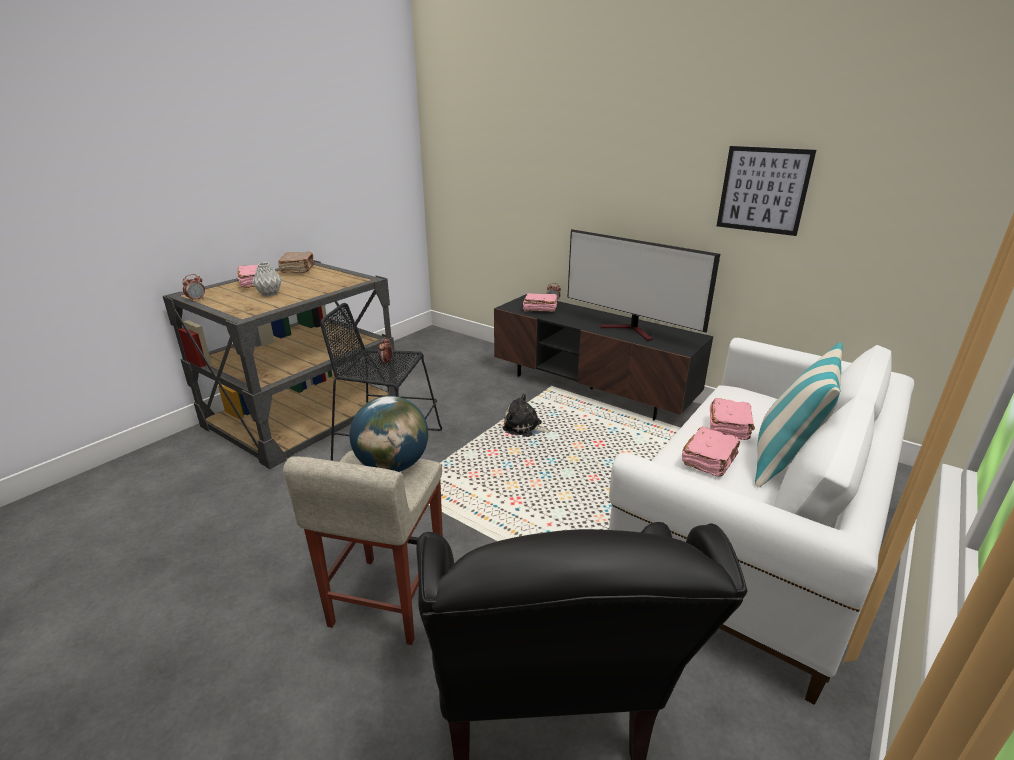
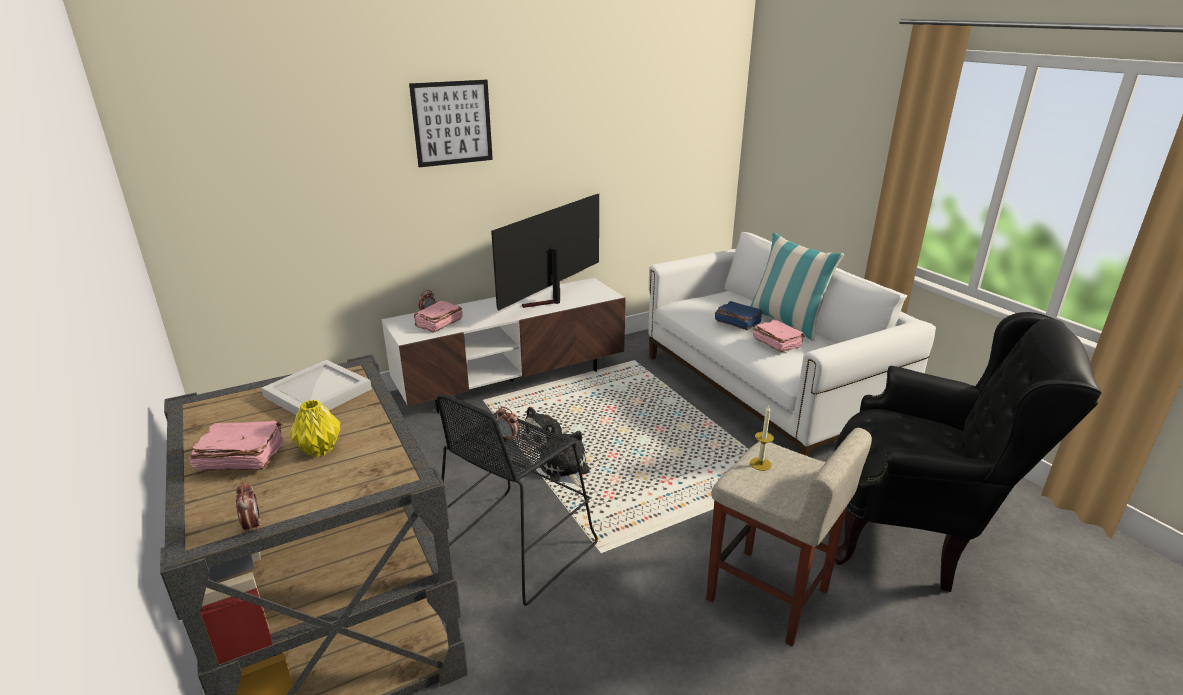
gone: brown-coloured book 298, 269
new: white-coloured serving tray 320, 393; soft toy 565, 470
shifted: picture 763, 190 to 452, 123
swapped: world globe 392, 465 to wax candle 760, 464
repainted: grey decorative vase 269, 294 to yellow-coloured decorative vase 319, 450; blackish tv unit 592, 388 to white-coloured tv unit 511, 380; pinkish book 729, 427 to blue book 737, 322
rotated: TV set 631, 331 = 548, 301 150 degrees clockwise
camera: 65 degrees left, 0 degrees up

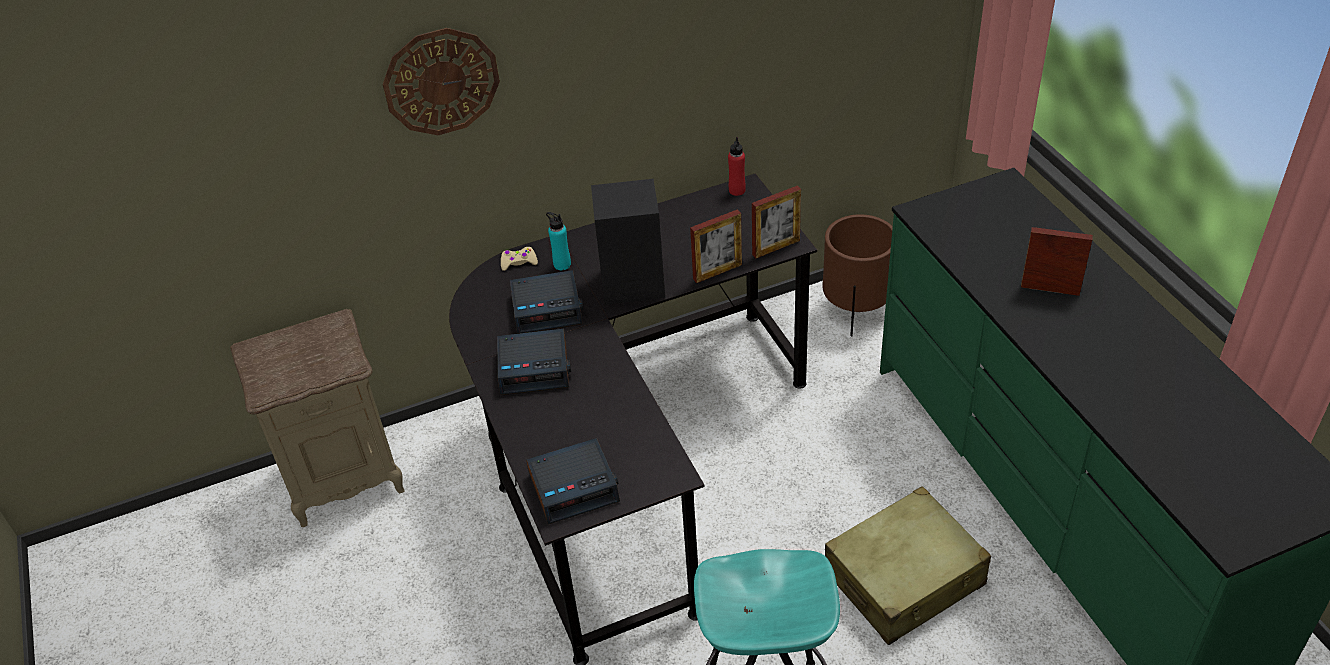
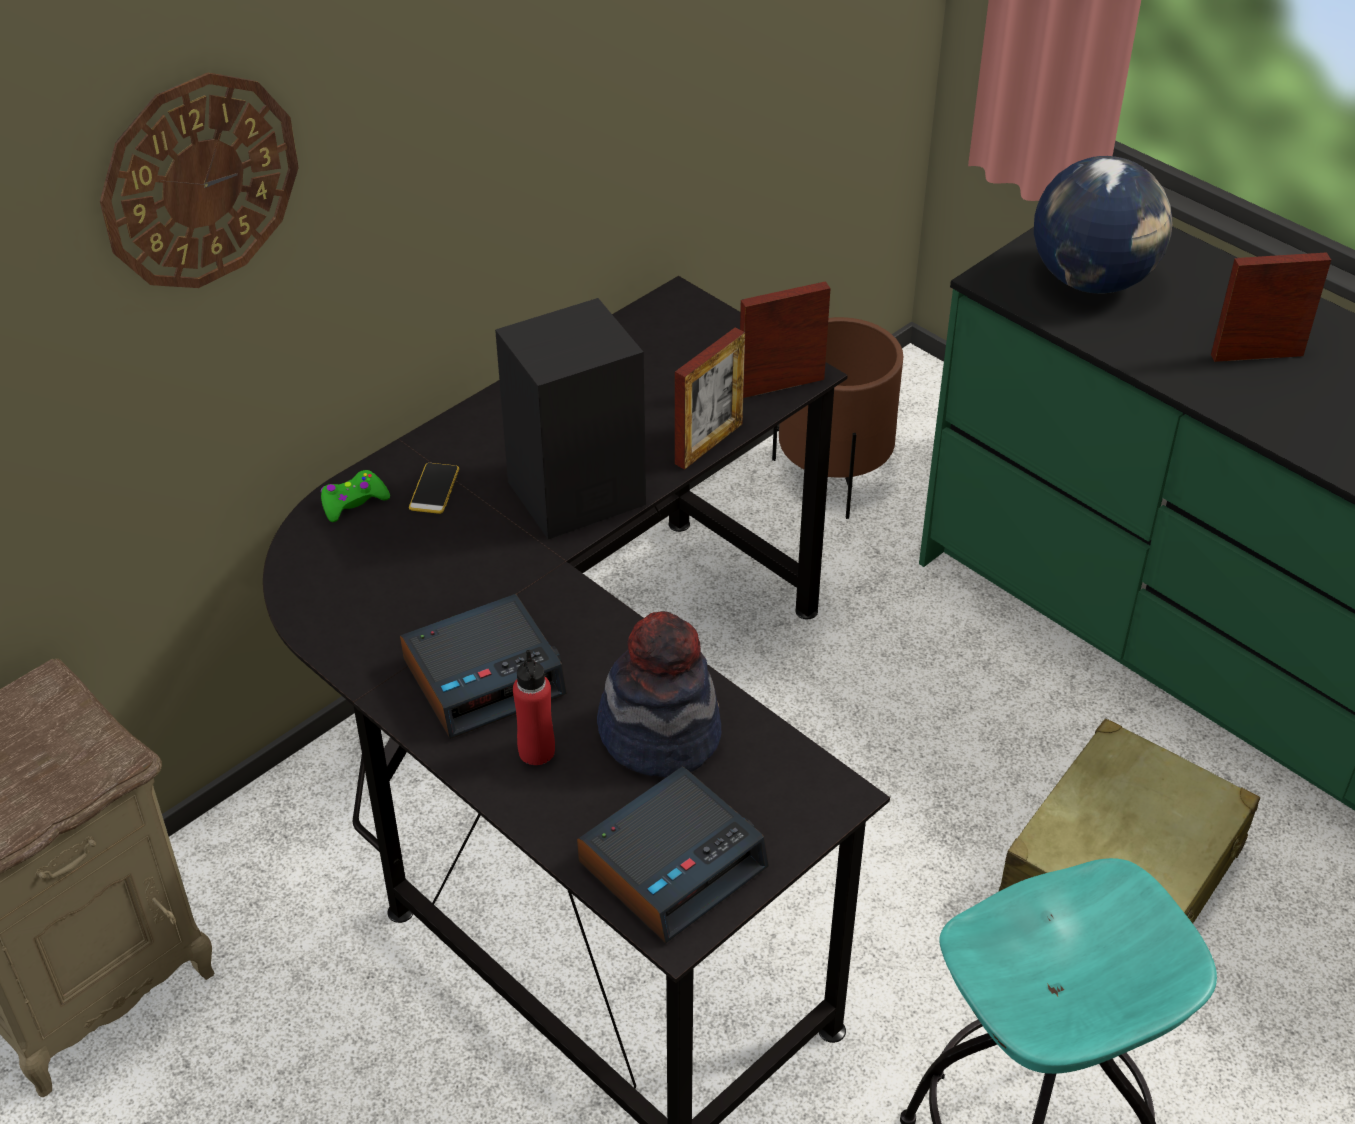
gone: table clock 547, 308
new: wearable hat 659, 733; world globe 1092, 280
shifted: red-coloured beverage bottle 737, 190 to 536, 751
swapped: turquoise beverage bottle 562, 264 to telephone 434, 489
repainted: beige-coloured joypad 518, 262 to greenish joypad 353, 502
rotated: picture frame 776, 247 = 781, 385 150 degrees counterclockwise
camera: 25 degrees left, 0 degrees up

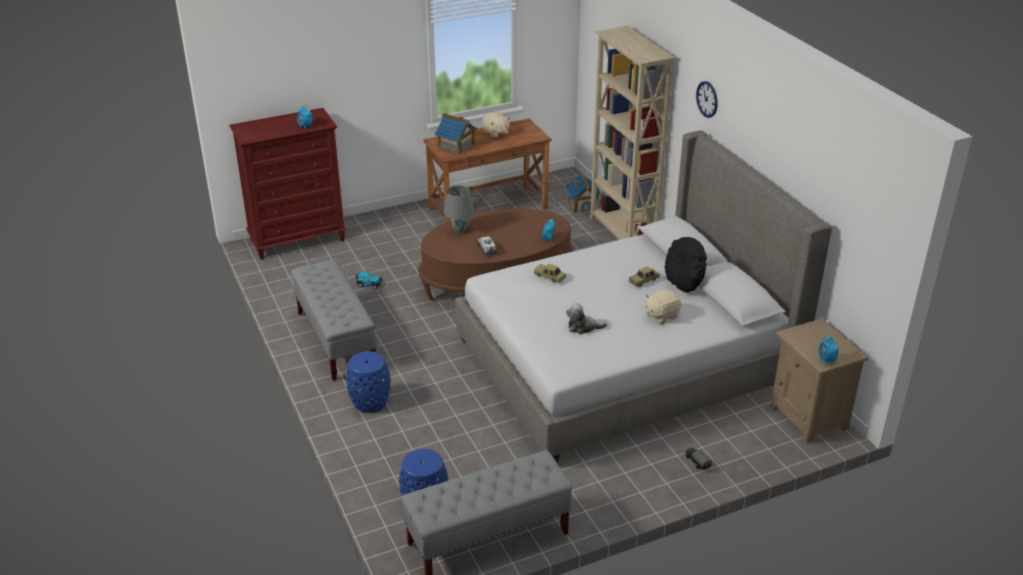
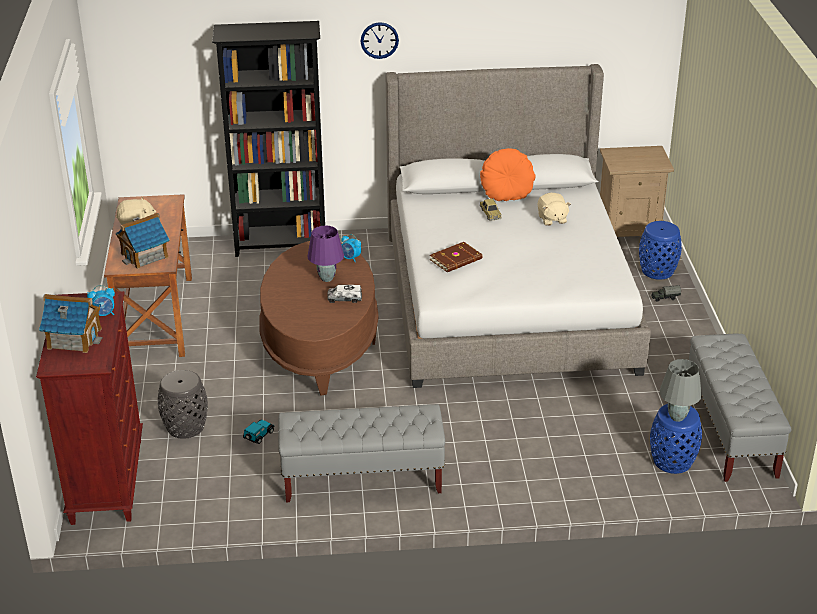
gone: soft toy 583, 327; table clock 826, 360
new: grey stool seat 185, 427; purple-coloured lamp for a table 326, 278
shifted: blue stool seat 370, 402 to 657, 271; grey lamp for a table 459, 231 to 676, 417; model house 583, 205 to 74, 338
swapped: model car 549, 277 to brown-coloured book 456, 259
repainted: beige-coloured bookcase 622, 233 to blackish bookcase 281, 245; blackish cushion 683, 284 to orange-coloured cushion 506, 196
camera: 70 degrees left, 0 degrees up

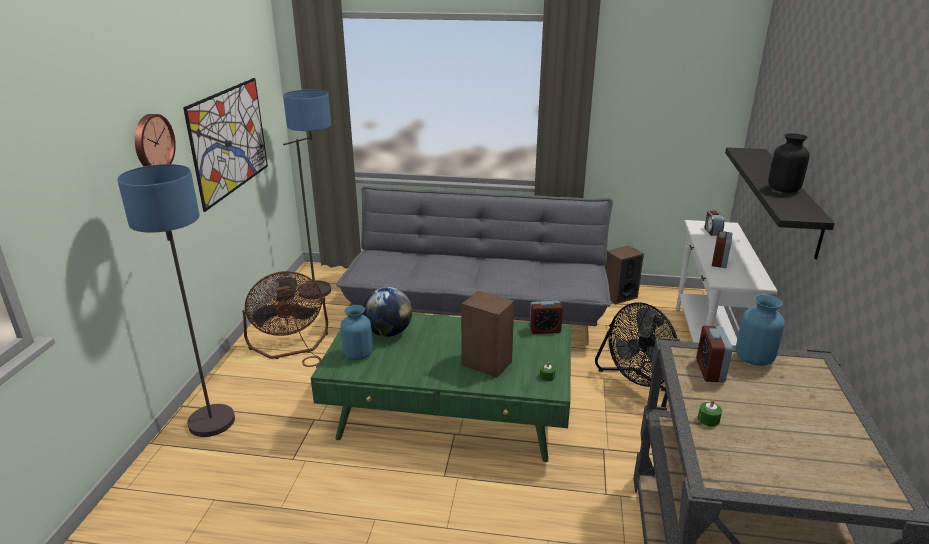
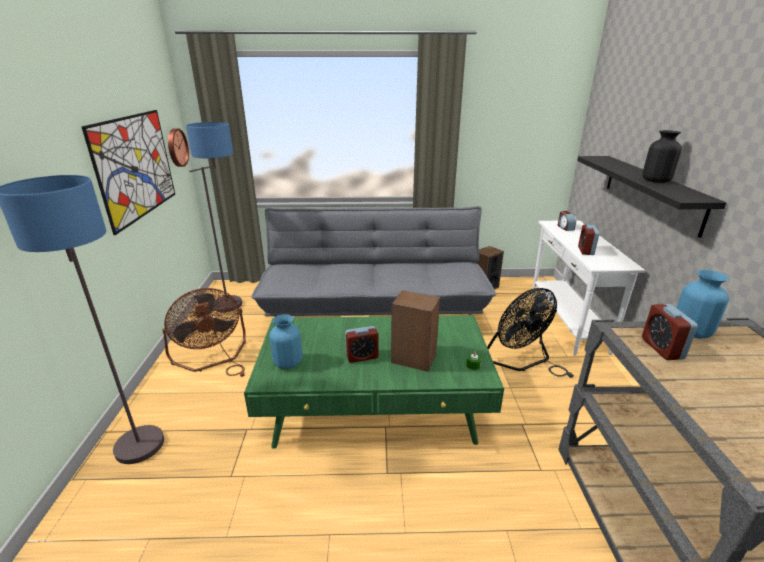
gone: world globe 388, 333; greenish wax candle 708, 419
shifted: hanging clock 152, 142 to 176, 147; table clock 545, 330 to 362, 356
rotated: blackish fan 639, 384 = 528, 359 105 degrees clockwise
camera: 10 degrees left, 0 degrees up

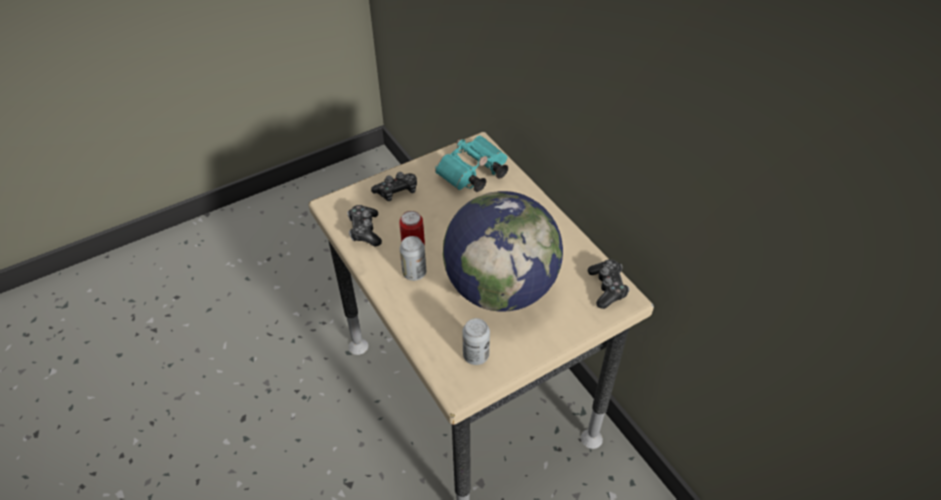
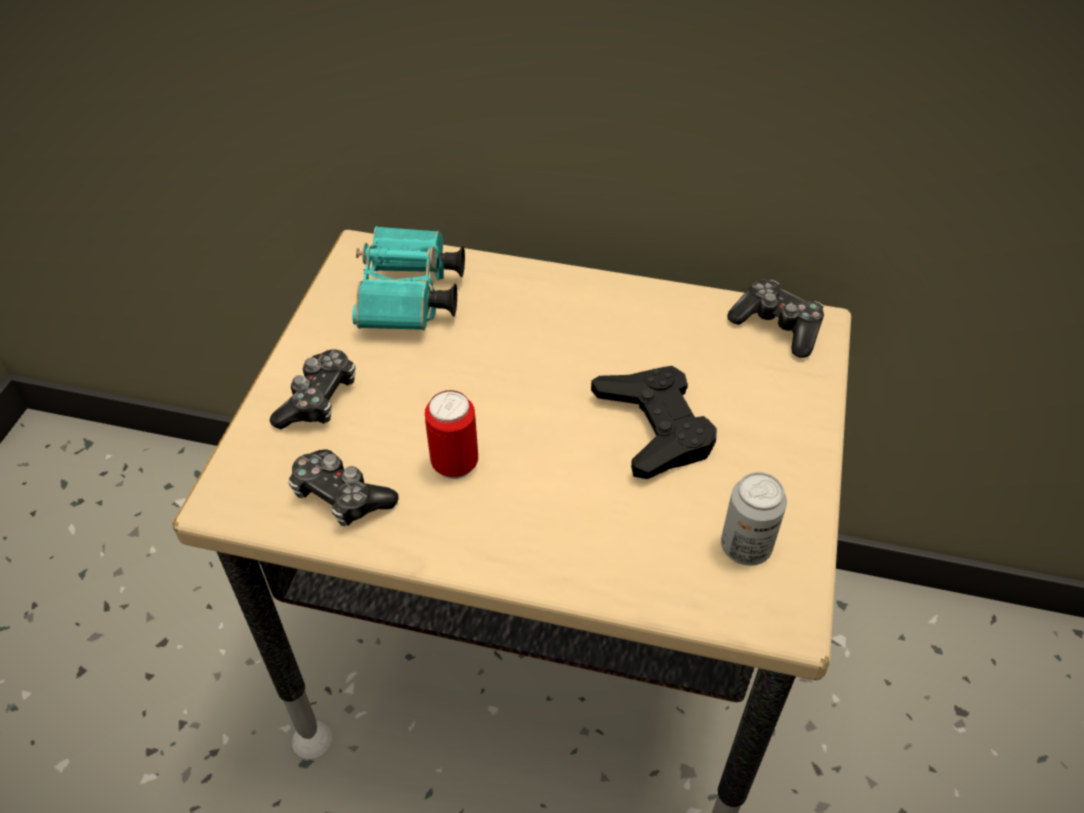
gone: metal can 414, 273
swapped: world globe 501, 288 to blackish joypad 654, 427
camera: 45 degrees left, 0 degrees up

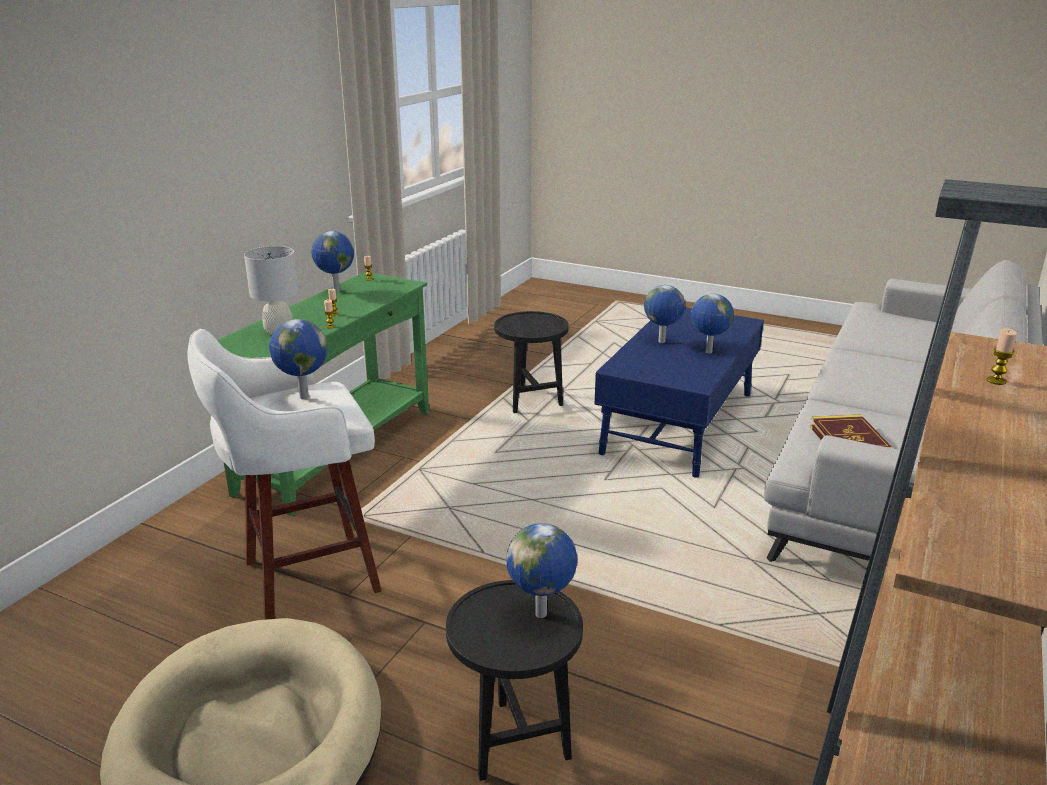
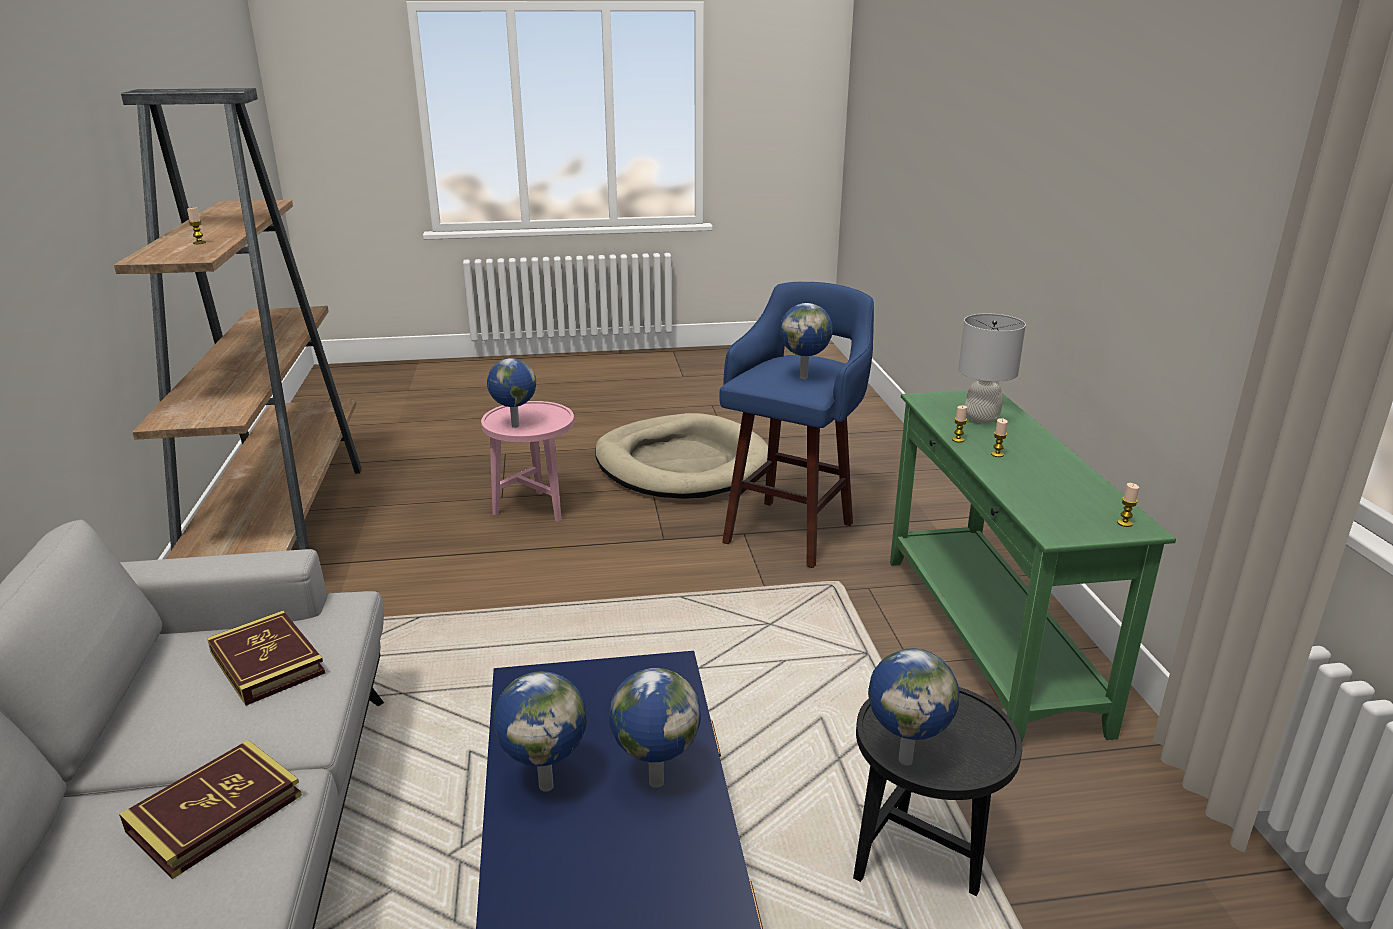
new: book 215, 813
shifted: world globe 335, 291 to 906, 759
repainted: white-coloured stool seat 304, 578 to blue stool seat 792, 530; blackish end table 515, 738 to pinkish end table 535, 510
camera: 145 degrees right, 0 degrees up

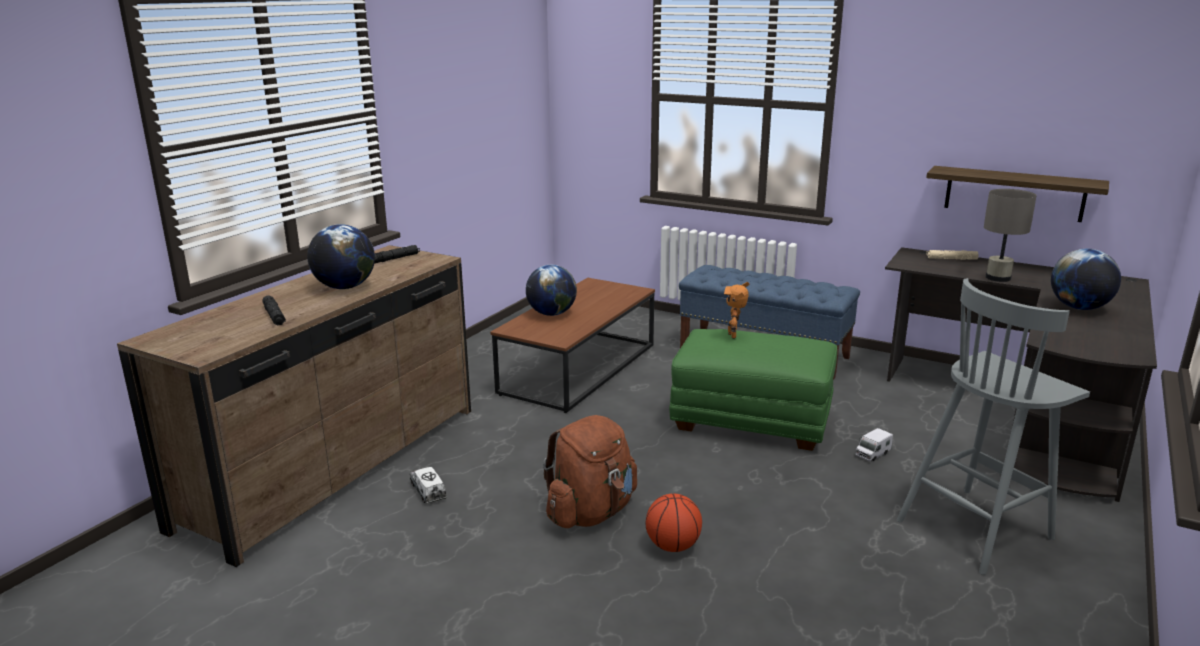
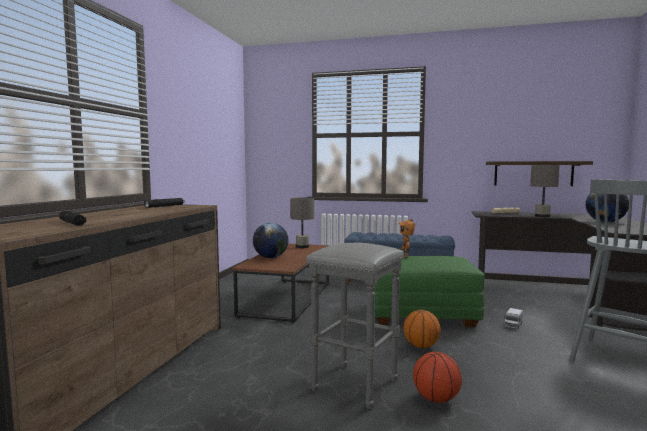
gone: world globe 344, 287; toy lorry 428, 491
new: grey lamp for a table 302, 247; ball for basketball 421, 346
swapped: brown-coloured rucksack 591, 513 to grey stool seat 354, 383
camera: 15 degrees left, 15 degrees down

